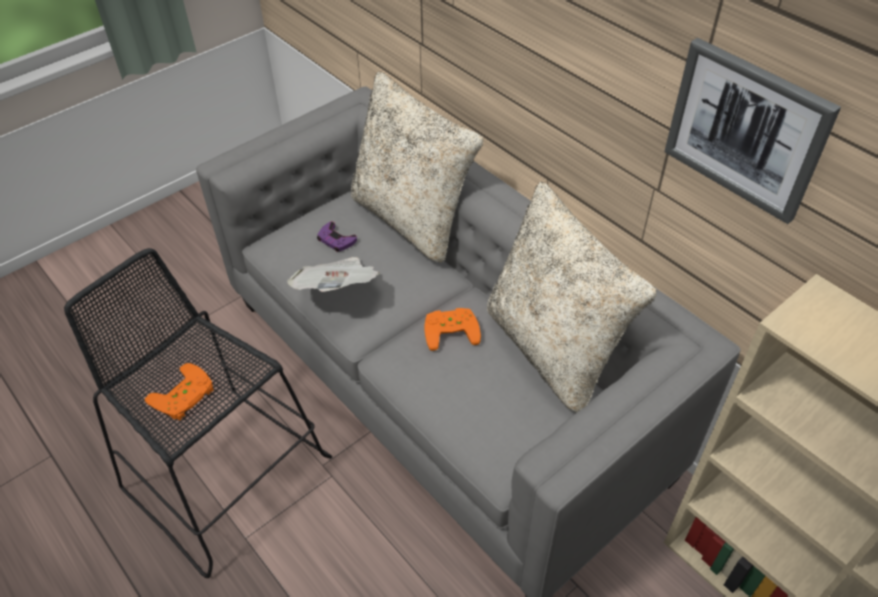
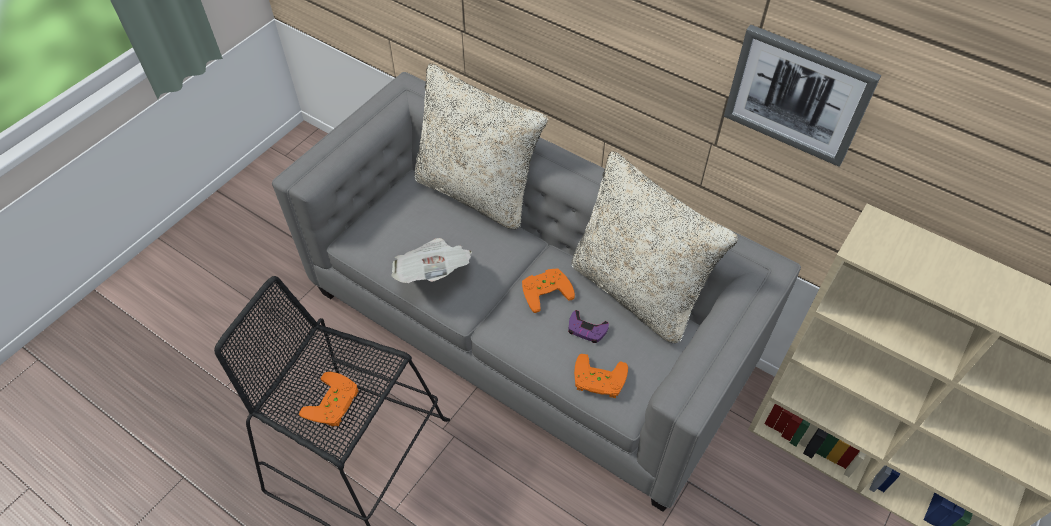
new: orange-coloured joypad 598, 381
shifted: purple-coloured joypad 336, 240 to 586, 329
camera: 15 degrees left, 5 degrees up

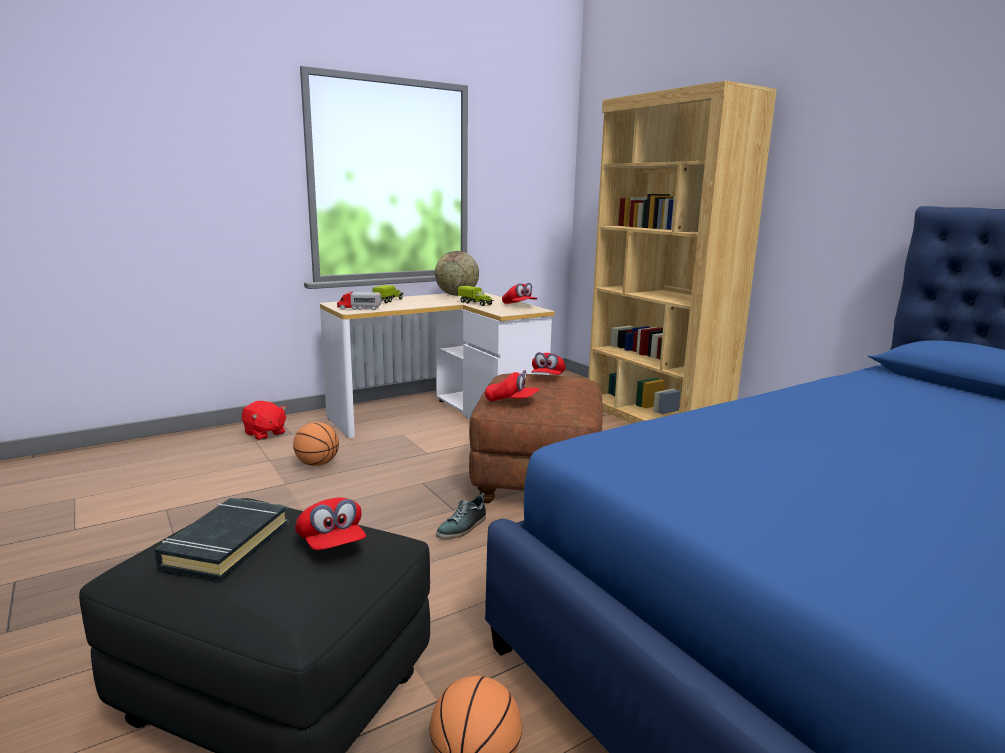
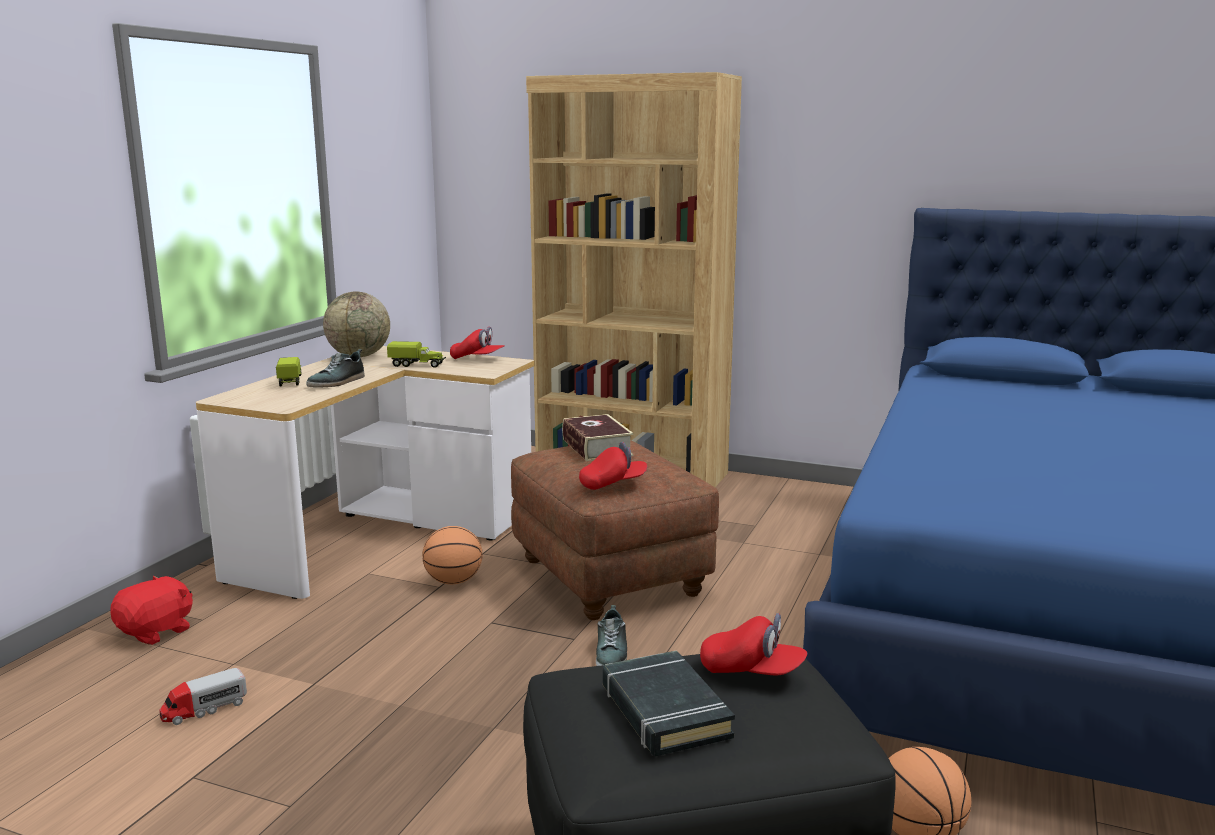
new: low shoe 337, 382
shifted: ball for basketball 317, 464 to 453, 582; toy lorry 359, 309 to 204, 709
swapped: red-coloured cap 547, 378 to book 597, 447
rotated: red-coloured soft toy 264, 433 = 156, 632 60 degrees counterclockwise
camera: 35 degrees left, 0 degrees up

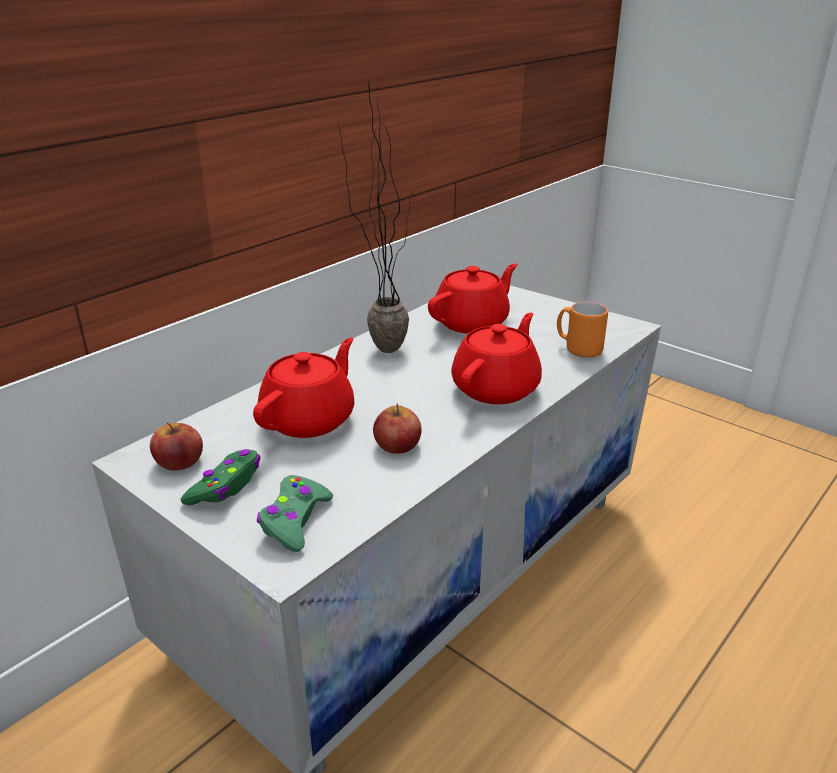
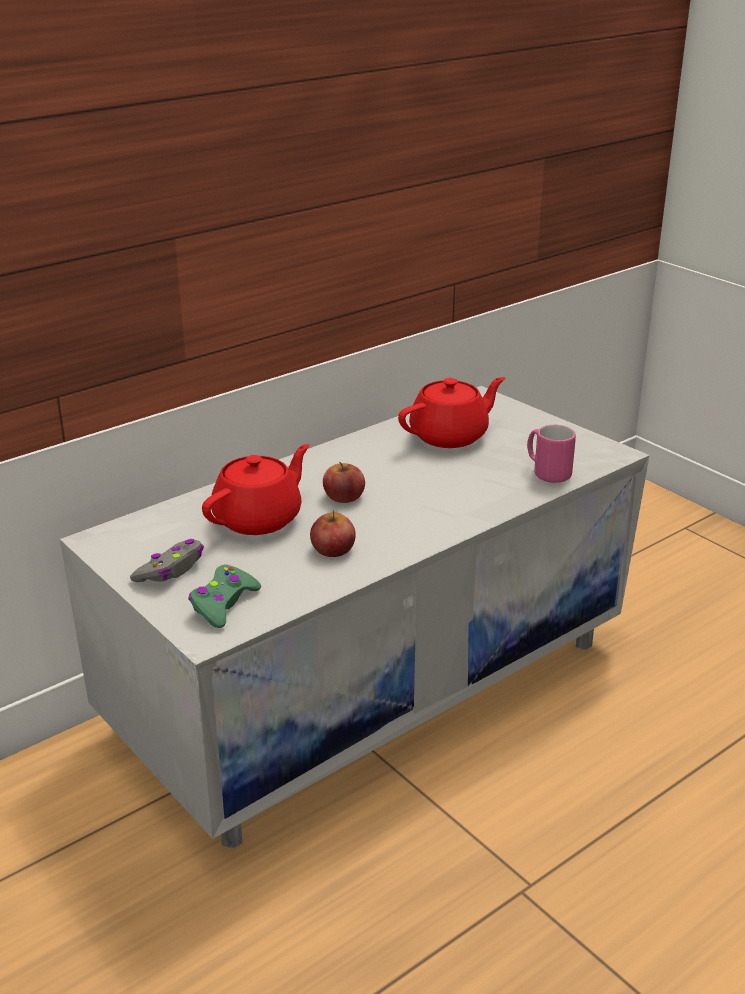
gone: plant in a pot 380, 345; red-coloured tea pot 497, 388
shifted: apple fruit 179, 461 to 344, 496
repainted: greenish joypad 226, 486 to grey joypad 171, 570; orange-coloured tea mug 577, 349 to pinkish tea mug 547, 473
camera: 10 degrees right, 0 degrees up

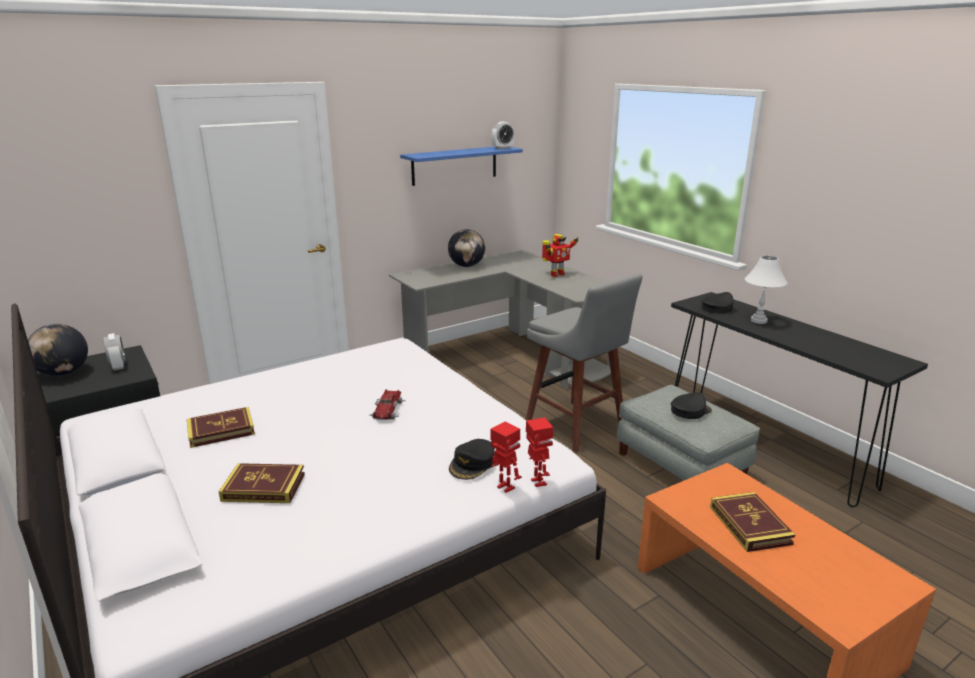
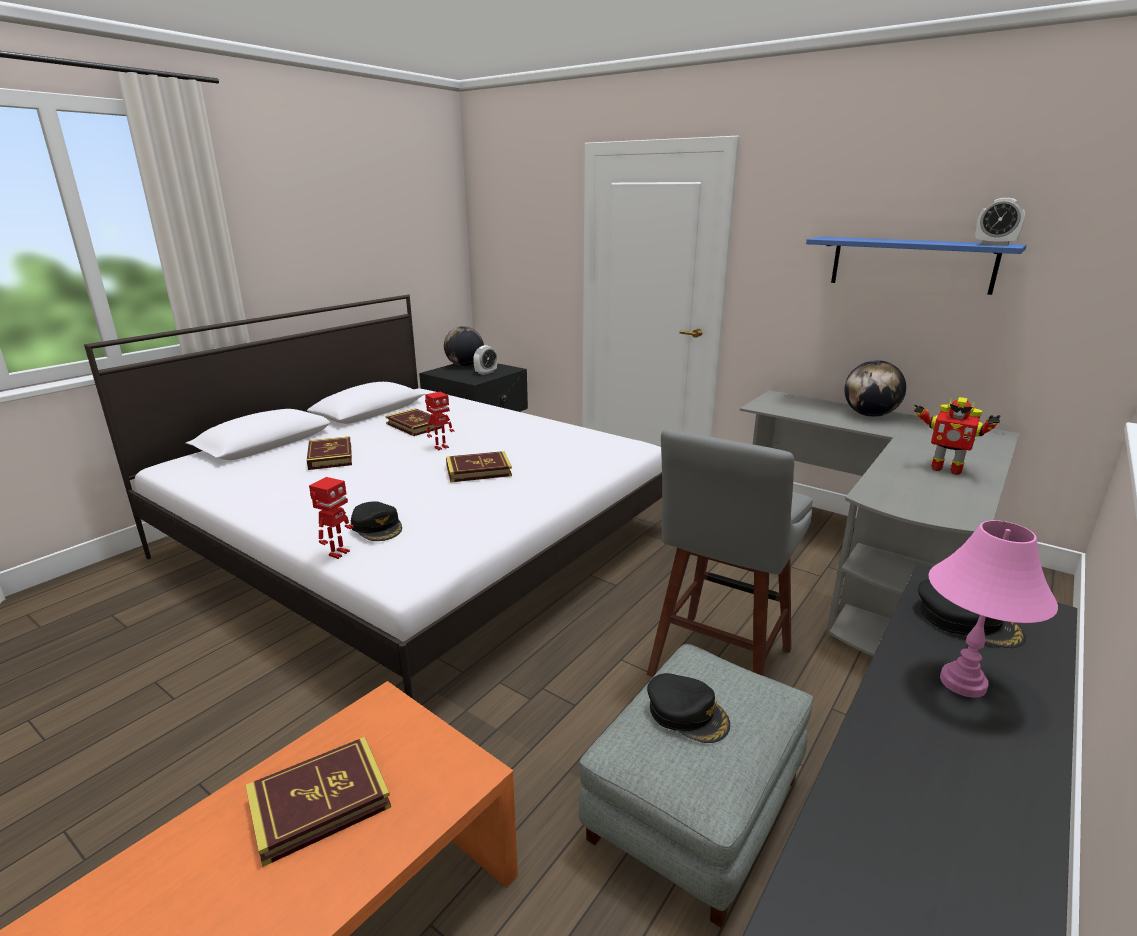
shifted: model robot 537, 482 to 441, 447
swapped: model car 388, 410 to book 478, 471
repainted: white-coloured lamp for a table 758, 320 to pinkish lamp for a table 962, 682
rotated: blackish cap 473, 464 = 377, 527 135 degrees counterclockwise
camera: 70 degrees right, 0 degrees up

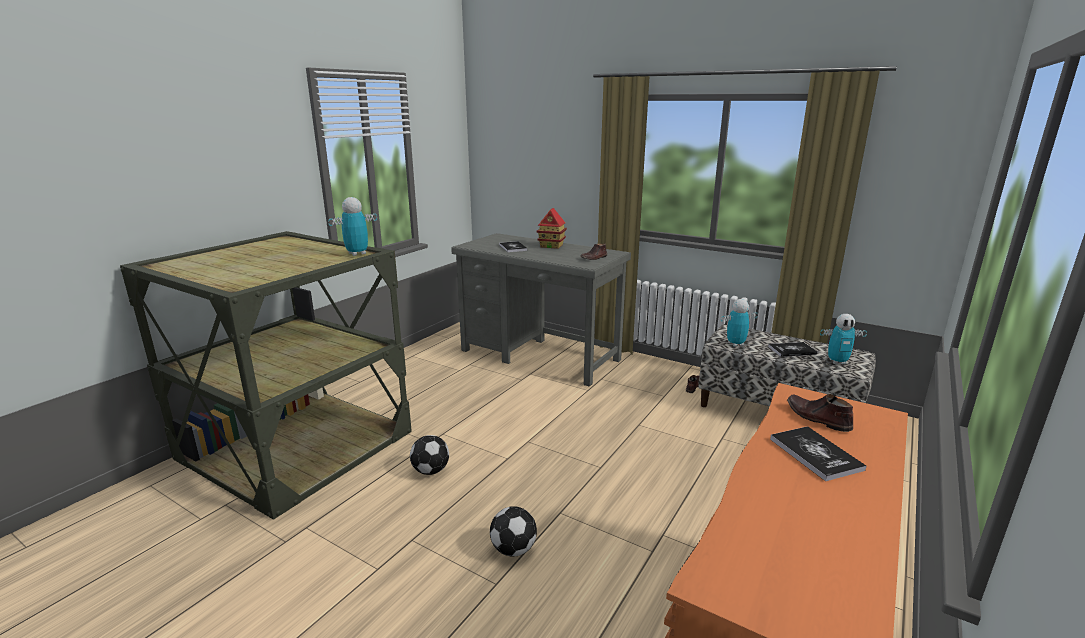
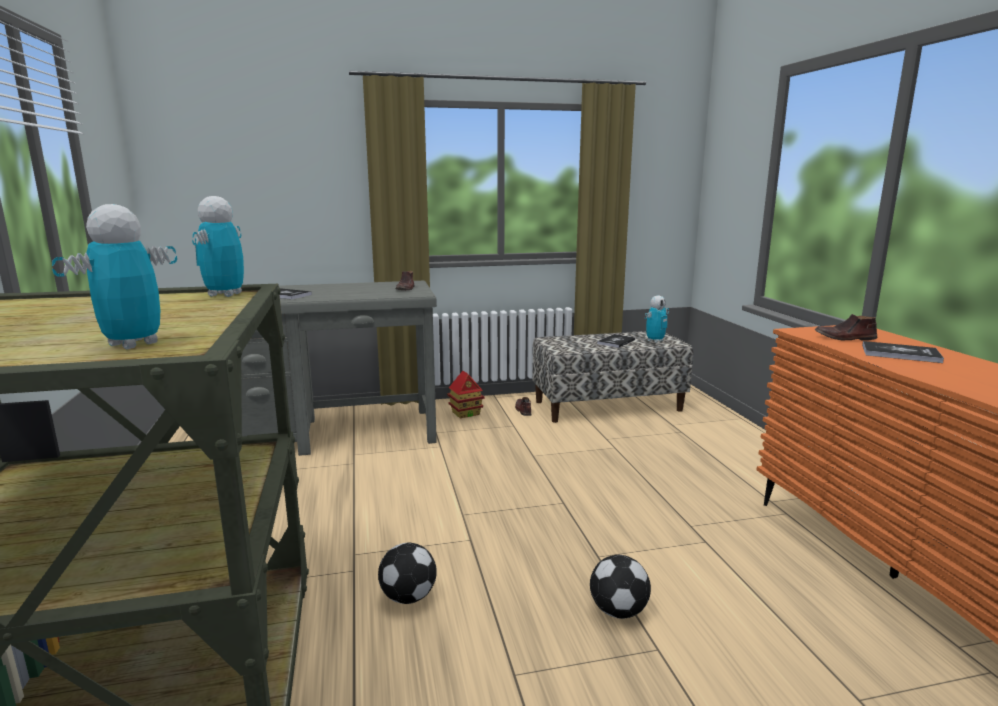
shifted: model house 551, 246 to 466, 413; model robot 735, 344 to 133, 344
camera: 45 degrees left, 5 degrees down

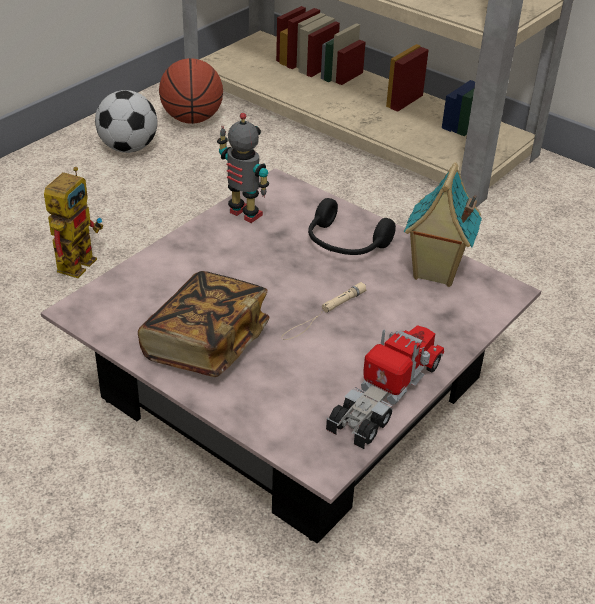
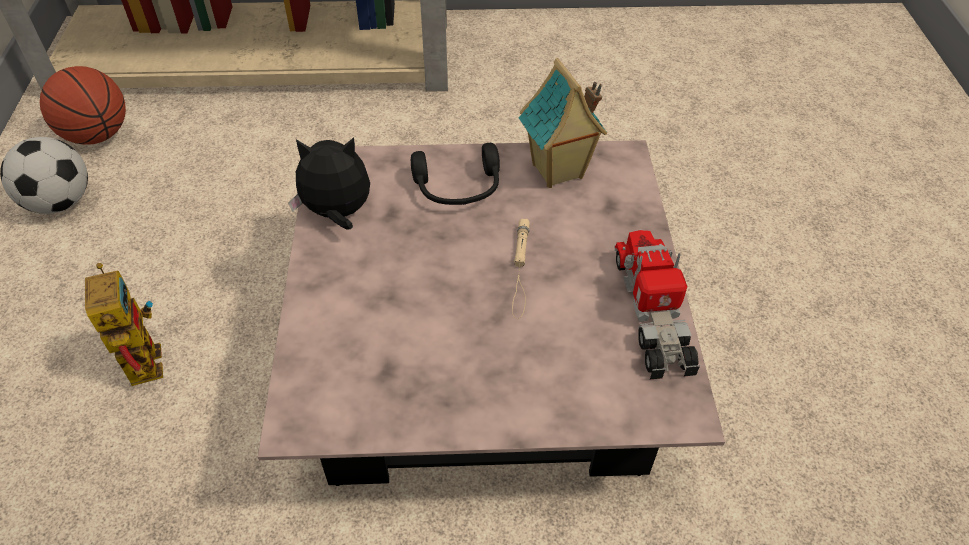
gone: book 205, 344
swapped: model robot 244, 215 to soft toy 337, 214
camera: 40 degrees left, 10 degrees up

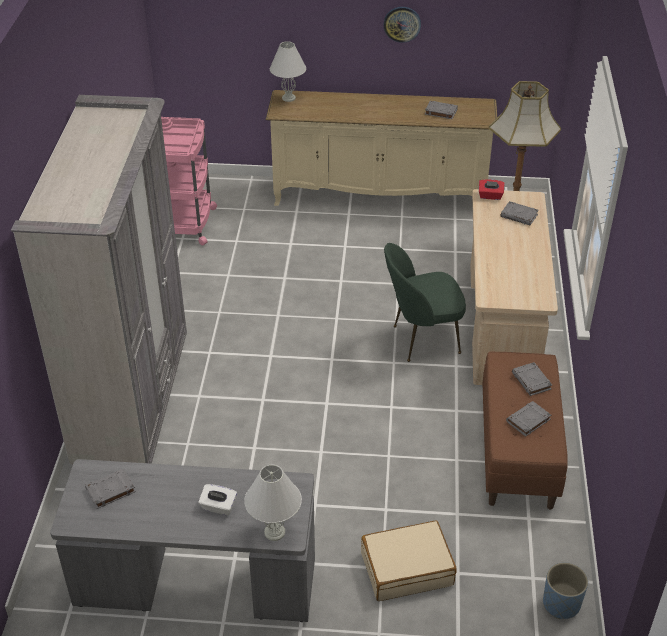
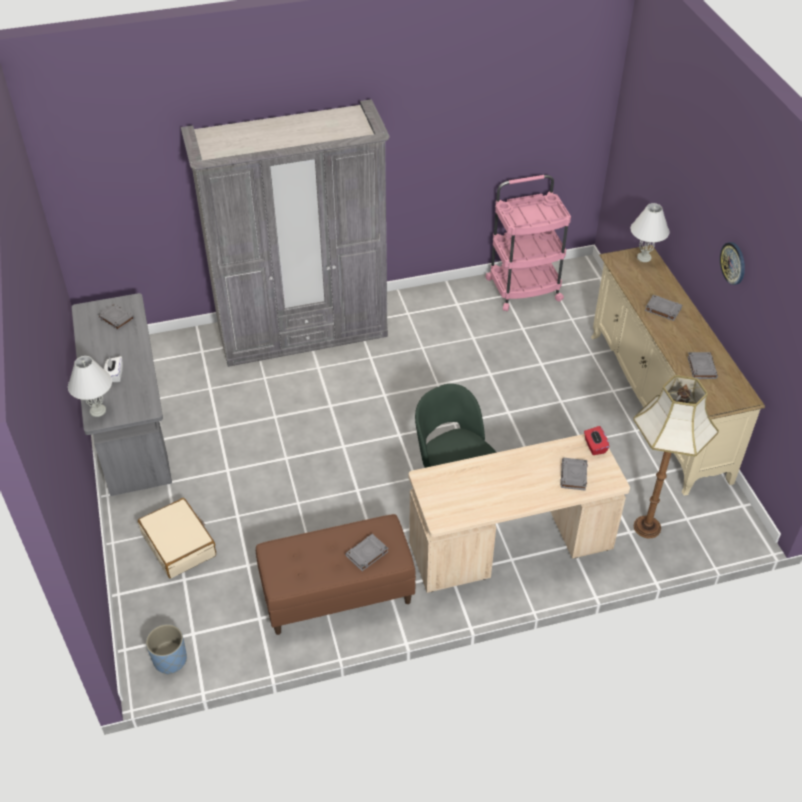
shifted: grey book 528, 421 to 662, 309
camera: 70 degrees right, 5 degrees up

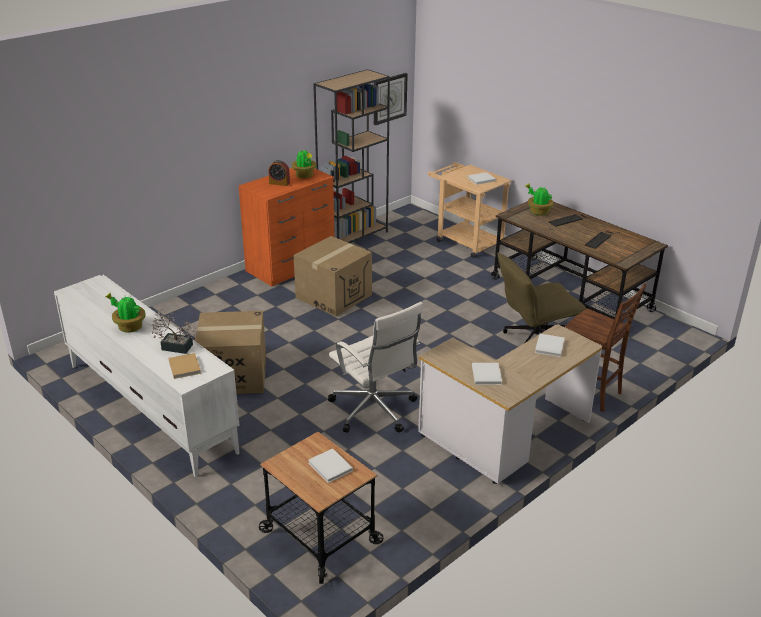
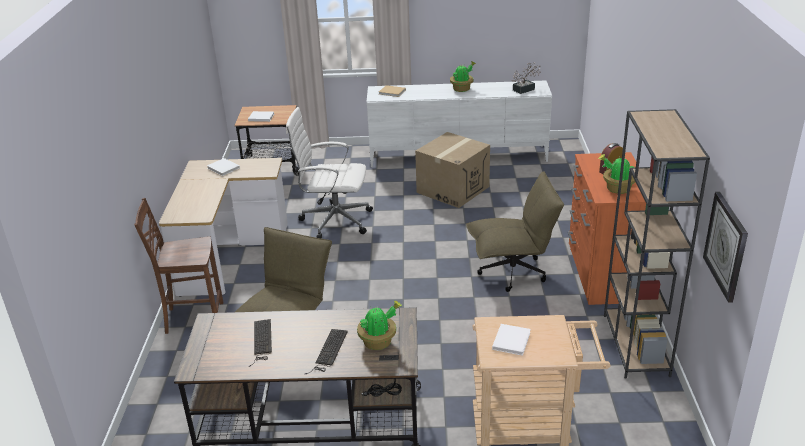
gone: white-coloured book 549, 347
shifted: plant in a pot 174, 346 to 525, 89
swapped: cardboard box 333, 296 to beige-coloured desk chair 511, 272
camera: 135 degrees right, 0 degrees up

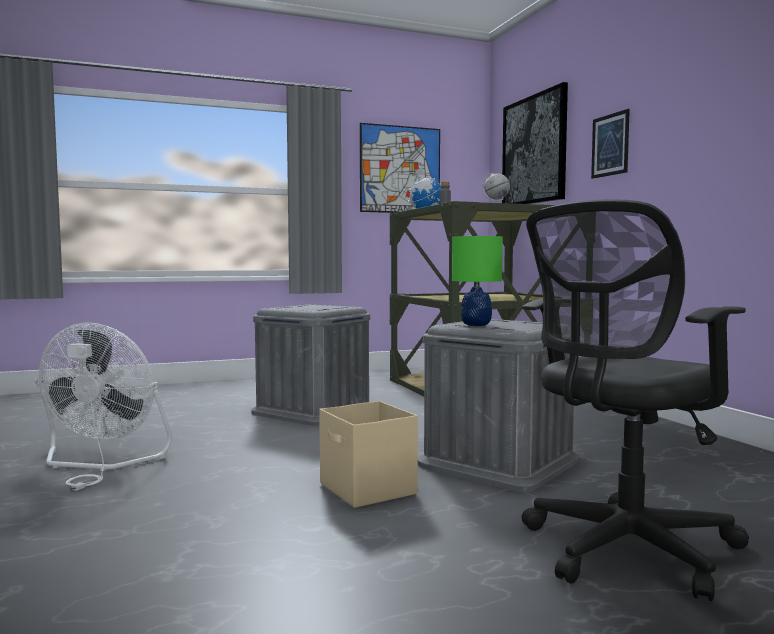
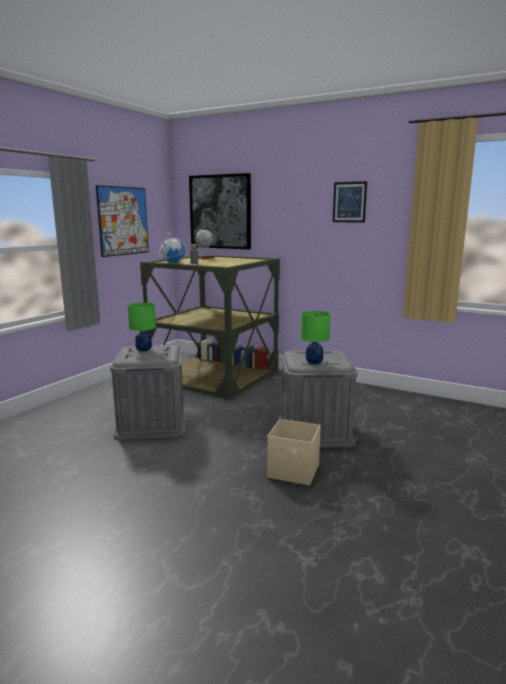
gone: white-coloured fan 95, 463; blackish desk chair 623, 551
new: greenish lamp for a table 144, 349
shifted: picture 610, 145 to 349, 202
camera: 40 degrees left, 10 degrees up

